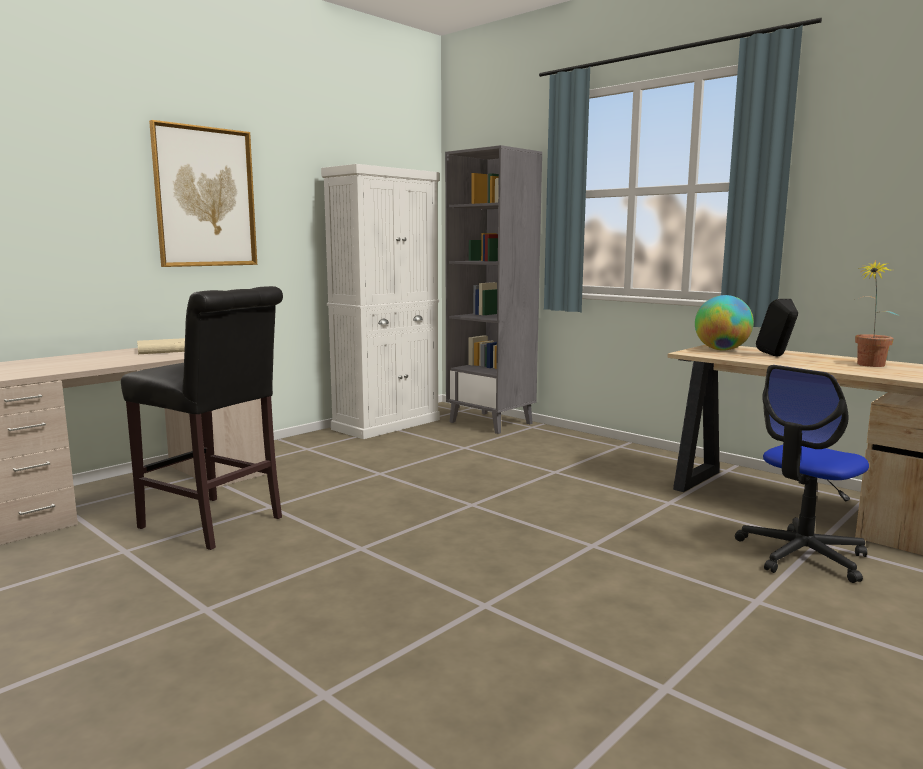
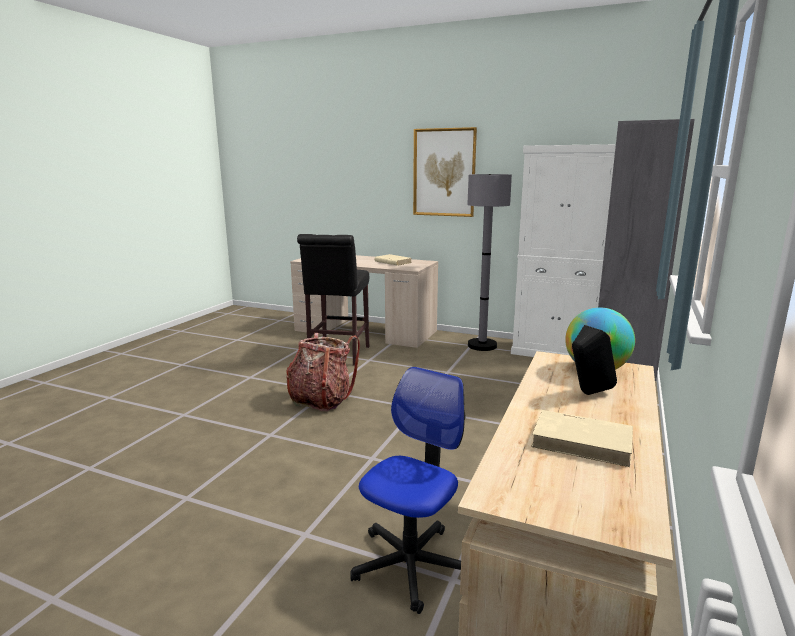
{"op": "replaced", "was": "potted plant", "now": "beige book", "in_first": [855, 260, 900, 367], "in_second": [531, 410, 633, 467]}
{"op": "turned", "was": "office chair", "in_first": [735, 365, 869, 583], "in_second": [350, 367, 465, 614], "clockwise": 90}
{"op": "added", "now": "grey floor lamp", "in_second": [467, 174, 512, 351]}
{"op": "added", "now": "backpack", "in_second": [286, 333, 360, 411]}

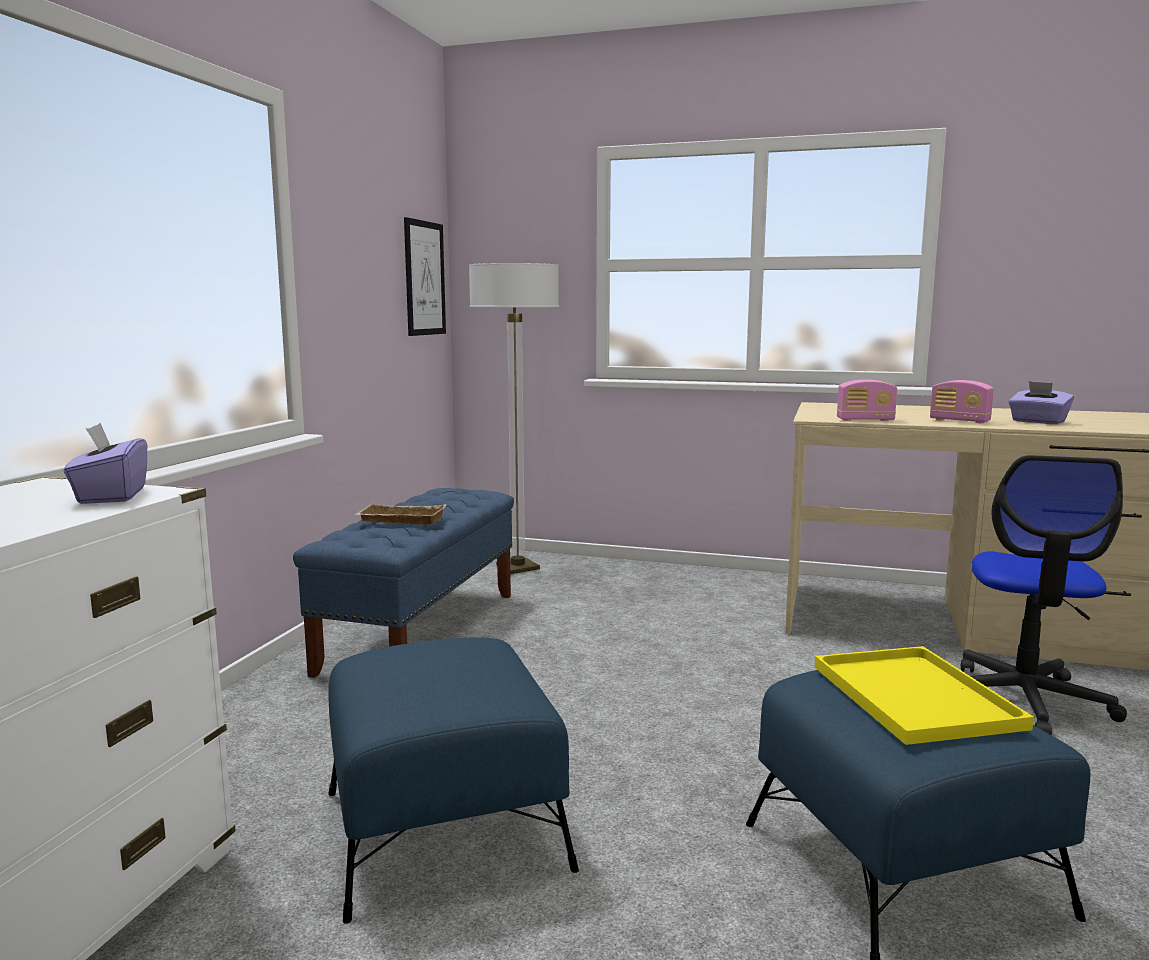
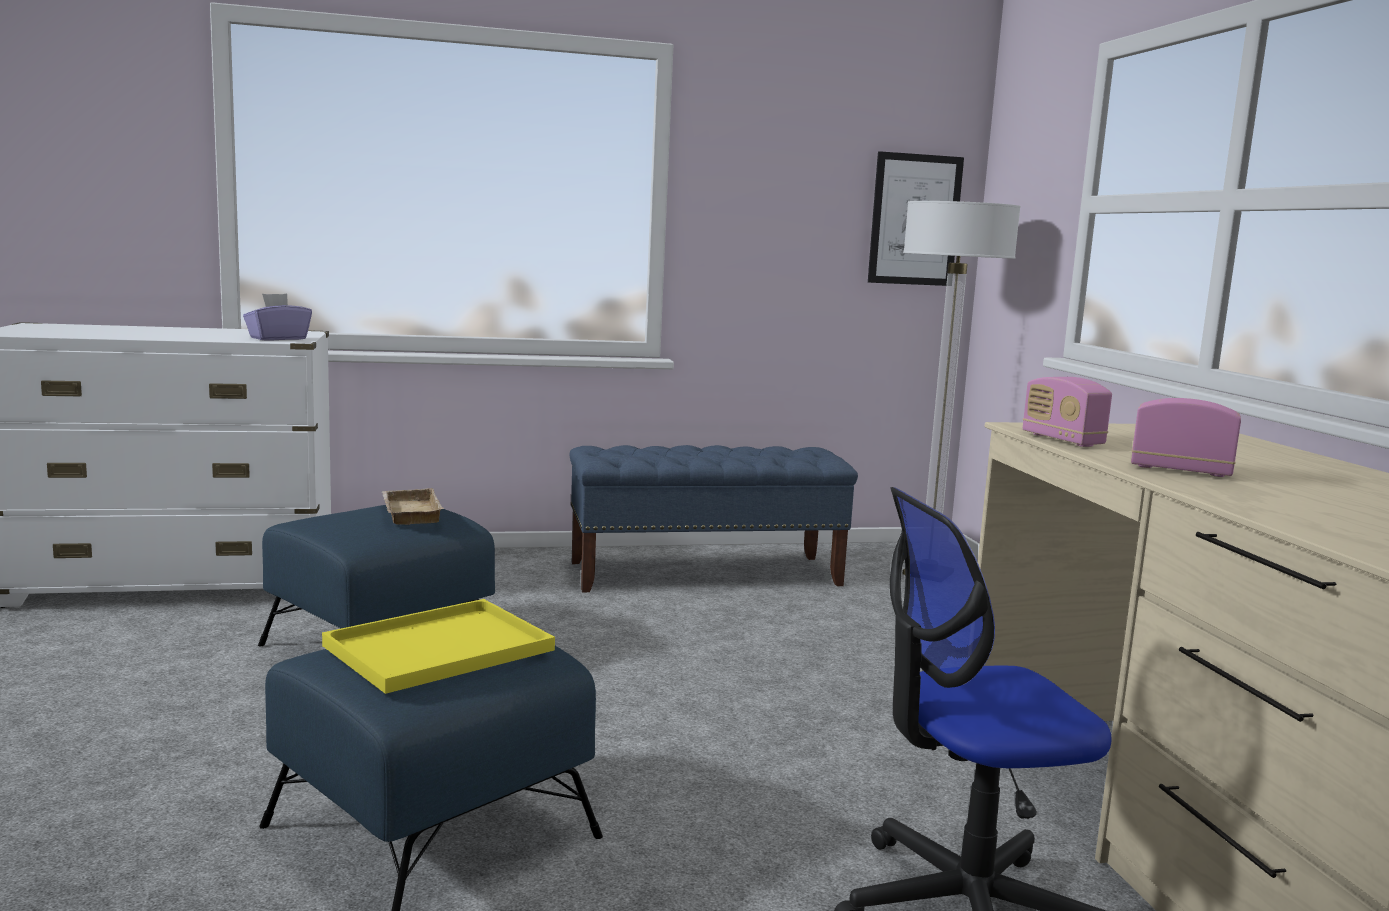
{"op": "turned", "was": "radio", "in_first": [930, 380, 994, 423], "in_second": [1131, 398, 1241, 477], "clockwise": 105}
{"op": "removed", "was": "purple tissue box", "in_first": [1009, 381, 1074, 424]}
{"op": "moved", "was": "beige tray", "in_first": [355, 504, 447, 525], "in_second": [382, 488, 444, 525]}

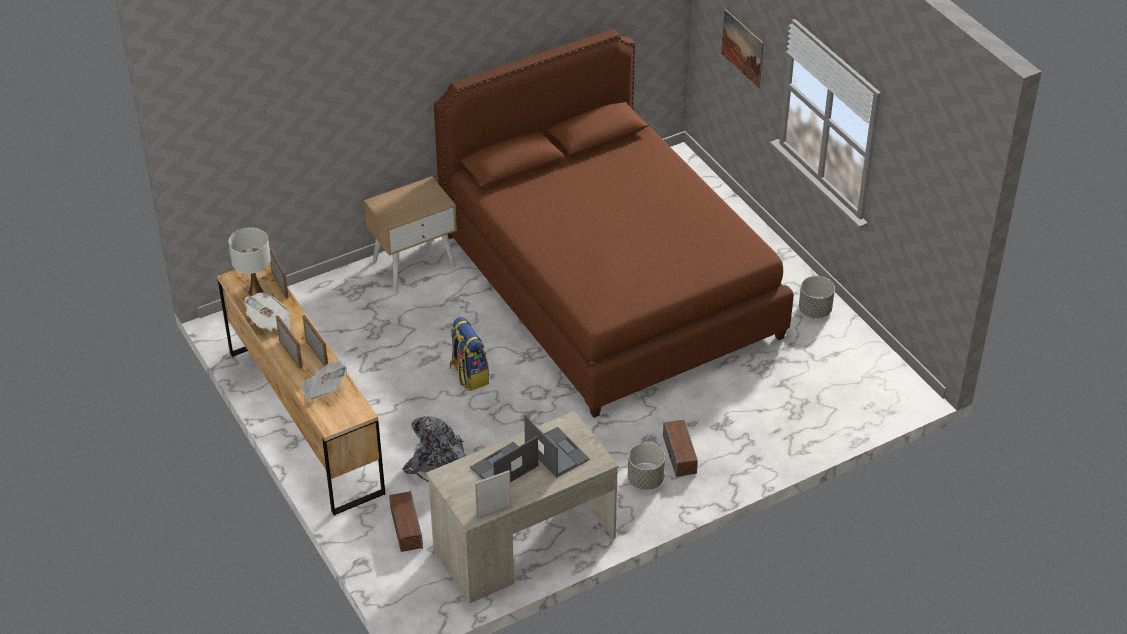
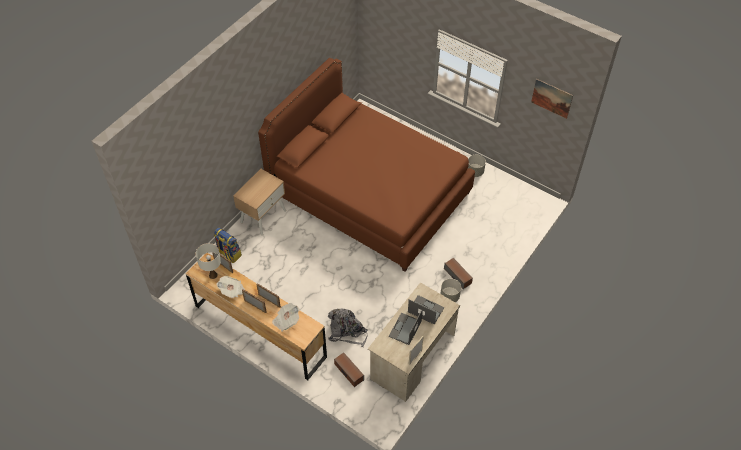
{"op": "moved", "was": "picture", "in_first": [721, 9, 764, 88], "in_second": [531, 79, 573, 119]}
{"op": "moved", "was": "backpack", "in_first": [450, 317, 489, 391], "in_second": [214, 227, 242, 263]}

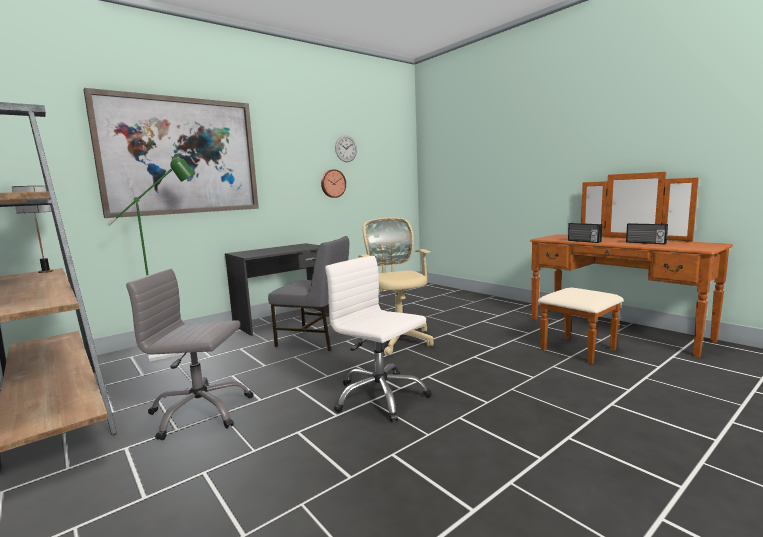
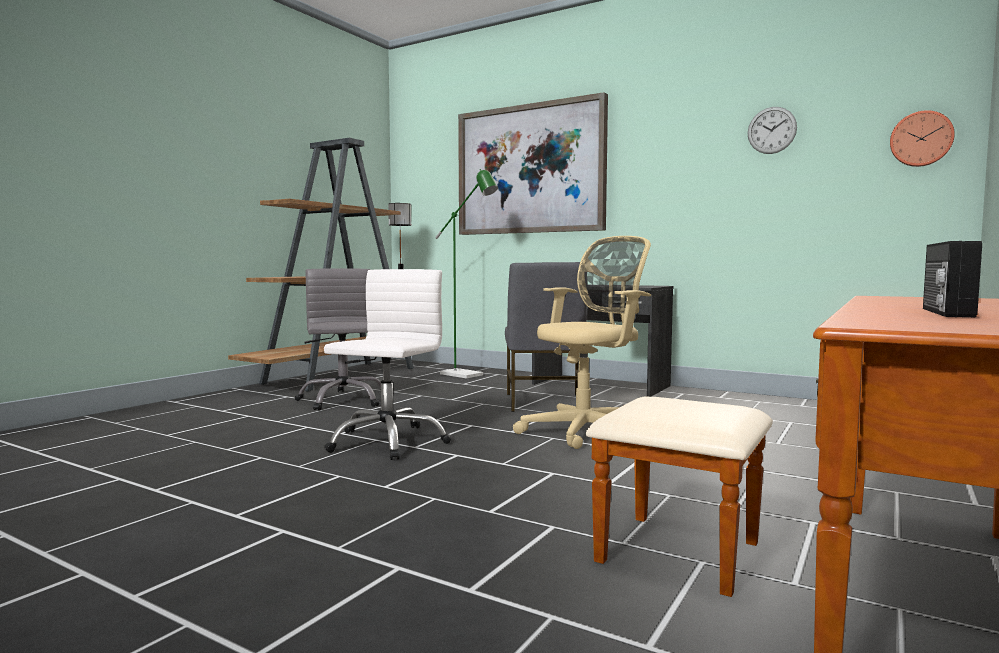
{"op": "moved", "was": "wall clock", "in_first": [321, 169, 346, 198], "in_second": [890, 110, 955, 167]}
{"op": "removed", "was": "radio", "in_first": [568, 223, 602, 243]}

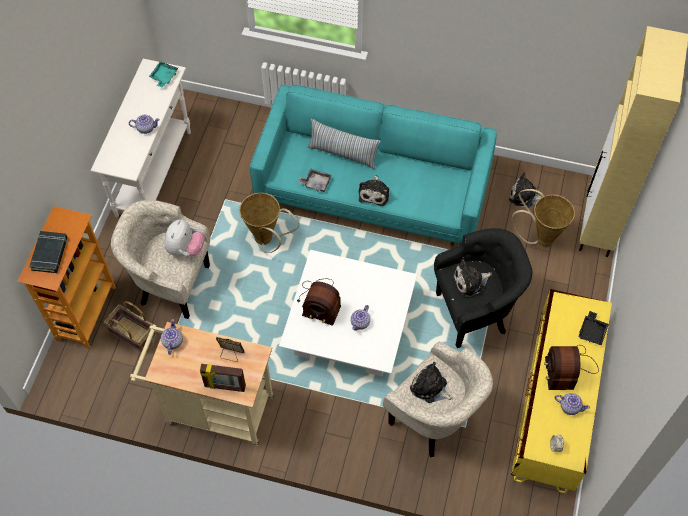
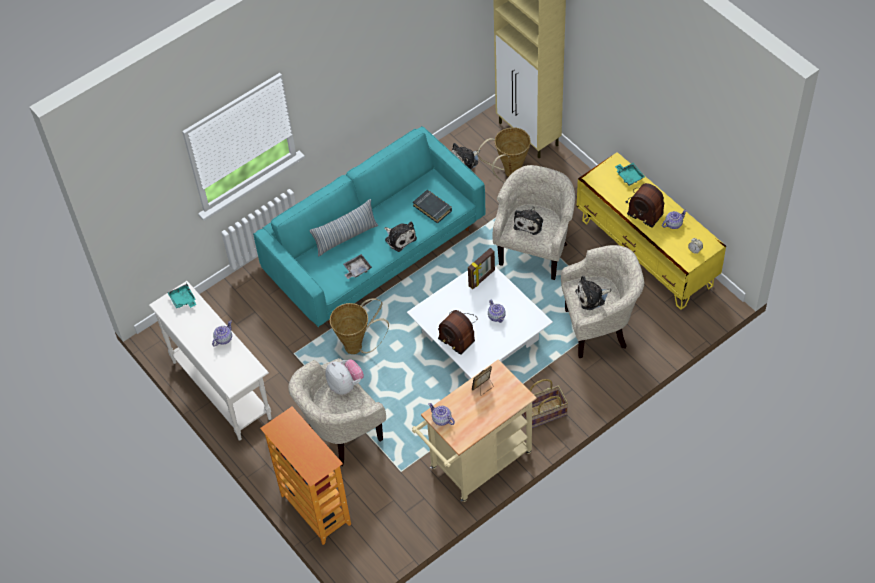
{"op": "recoloured", "was": "black armchair", "now": "beige armchair", "in_first": [434, 228, 532, 348], "in_second": [493, 165, 575, 280]}
{"op": "moved", "was": "black book", "in_first": [29, 231, 68, 273], "in_second": [413, 190, 452, 224]}
{"op": "turned", "was": "radio", "in_first": [297, 278, 341, 326], "in_second": [438, 310, 477, 355], "clockwise": 75}
{"op": "moved", "was": "basket", "in_first": [104, 301, 156, 352], "in_second": [523, 379, 568, 428]}
{"op": "recoloured", "was": "black tray", "now": "turquoise tray", "in_first": [579, 311, 609, 346], "in_second": [615, 163, 645, 186]}
{"op": "moved", "was": "picture frame", "in_first": [200, 364, 246, 392], "in_second": [468, 248, 495, 289]}

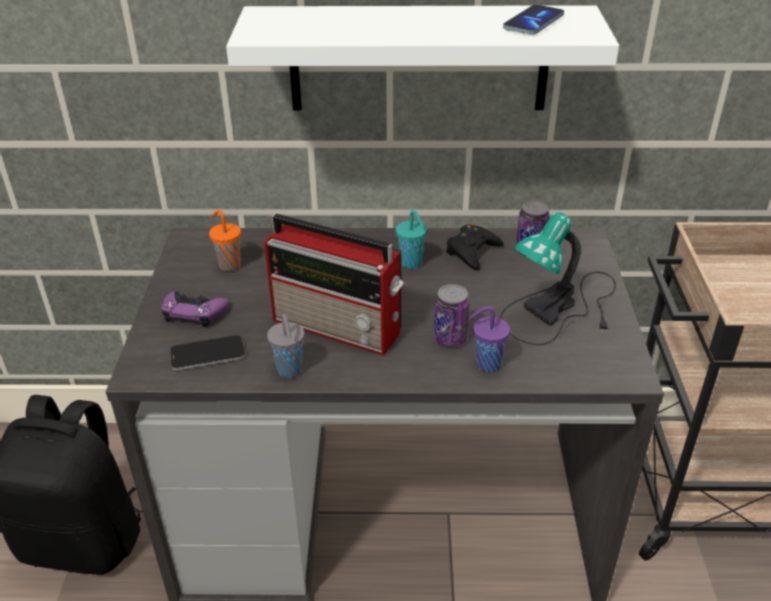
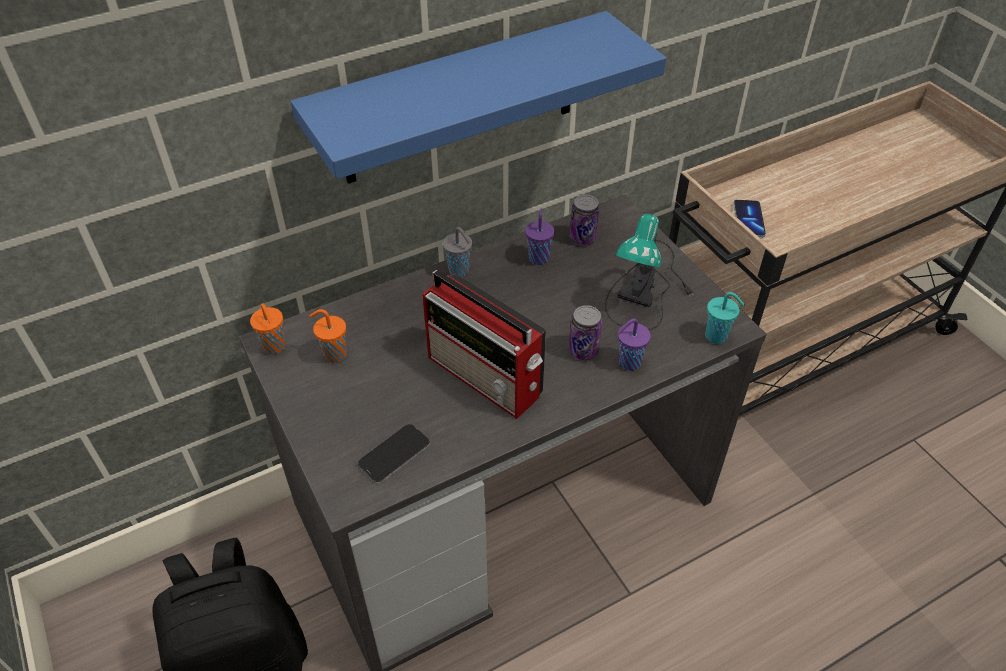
{"op": "recoloured", "was": "white shelf", "now": "blue shelf", "in_first": [226, 5, 619, 110], "in_second": [291, 11, 666, 184]}
{"op": "moved", "was": "phone", "in_first": [503, 5, 564, 35], "in_second": [733, 200, 766, 238]}
{"op": "moved", "was": "turquoise cup", "in_first": [396, 210, 427, 269], "in_second": [705, 292, 745, 344]}
{"op": "turned", "was": "radio", "in_first": [264, 214, 404, 356], "in_second": [423, 270, 546, 419], "clockwise": 45}
{"op": "replaced", "was": "black game controller", "now": "purple cup", "in_first": [446, 225, 504, 270], "in_second": [525, 210, 554, 265]}
{"op": "removed", "was": "purple game controller", "in_first": [161, 291, 229, 328]}
{"op": "moved", "was": "grey cup", "in_first": [267, 314, 304, 378], "in_second": [443, 227, 472, 277]}
{"op": "added", "now": "orange cup", "in_second": [250, 303, 285, 355]}

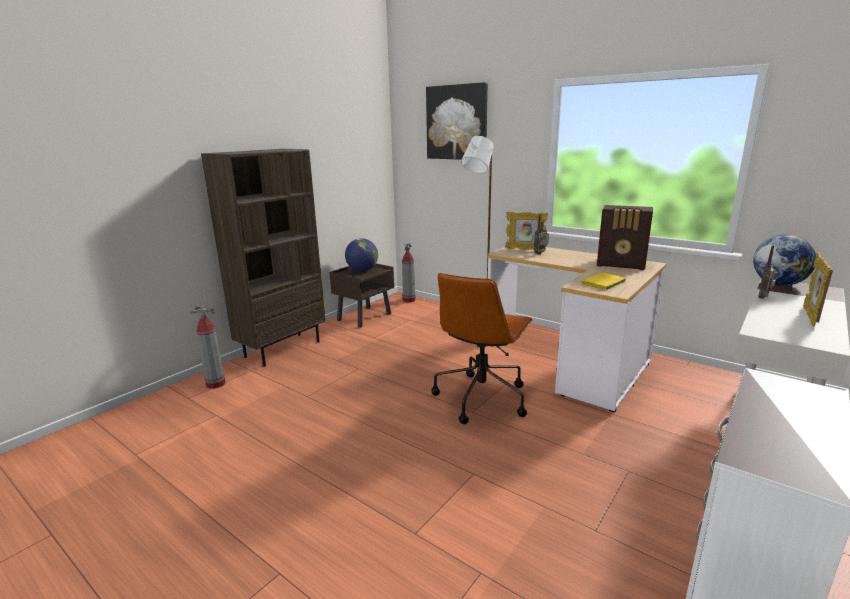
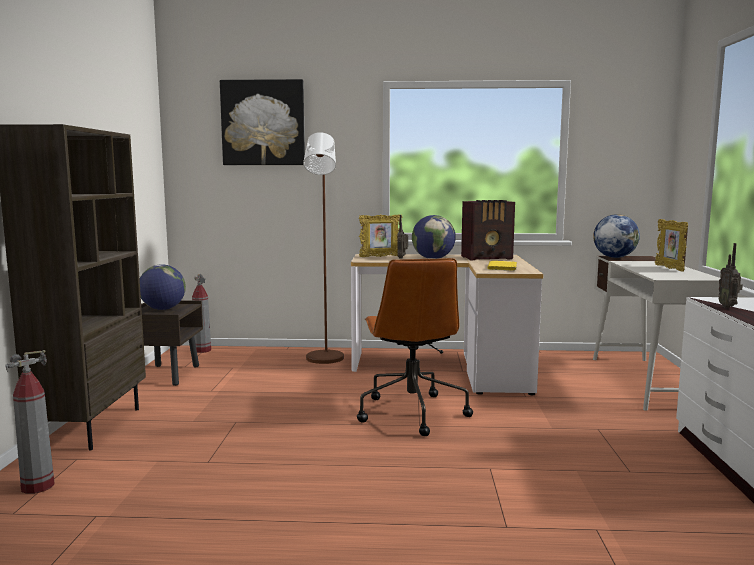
{"op": "moved", "was": "radio", "in_first": [758, 245, 777, 299], "in_second": [718, 243, 743, 308]}
{"op": "added", "now": "globe", "in_second": [412, 215, 456, 259]}

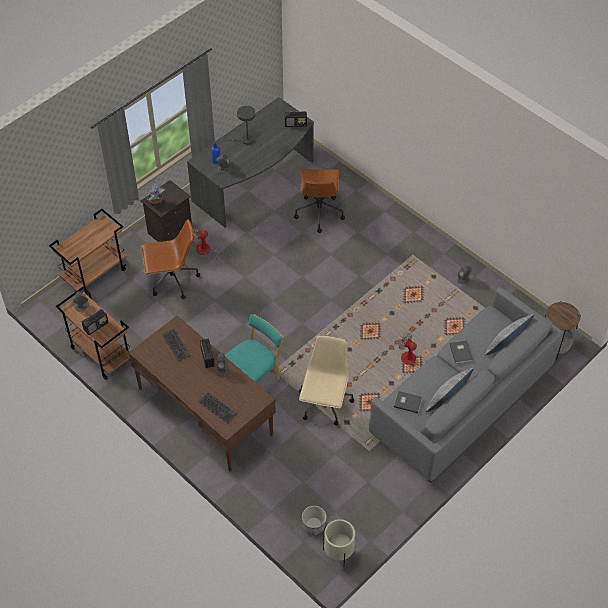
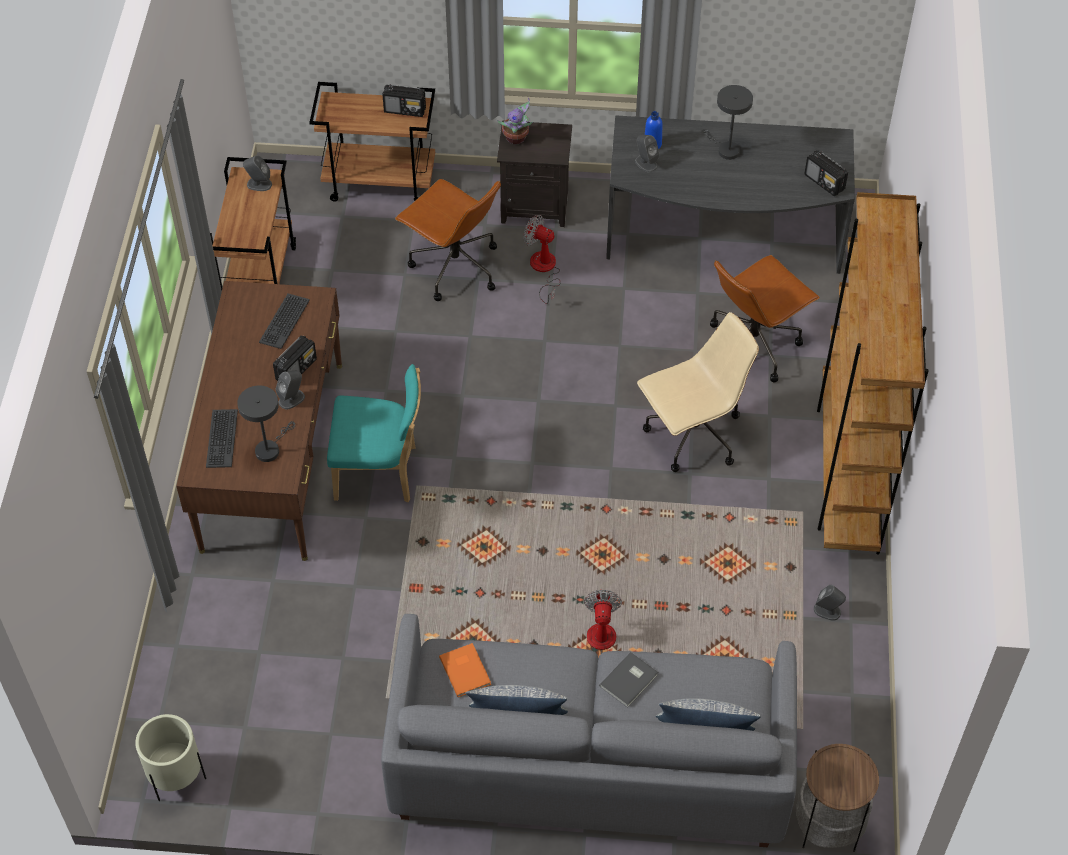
{"op": "moved", "was": "radio", "in_first": [82, 309, 108, 335], "in_second": [383, 84, 426, 117]}
{"op": "moved", "was": "beige office chair", "in_first": [299, 335, 354, 425], "in_second": [637, 312, 759, 472]}
{"op": "recoloured", "was": "grey book", "now": "orange book", "in_first": [394, 391, 422, 413], "in_second": [439, 643, 491, 697]}
{"op": "removed", "was": "planter", "in_first": [302, 506, 327, 535]}
{"op": "added", "now": "brown bookcase", "in_second": [817, 192, 929, 555]}
{"op": "added", "now": "grey table lamp", "in_second": [237, 385, 295, 462]}

